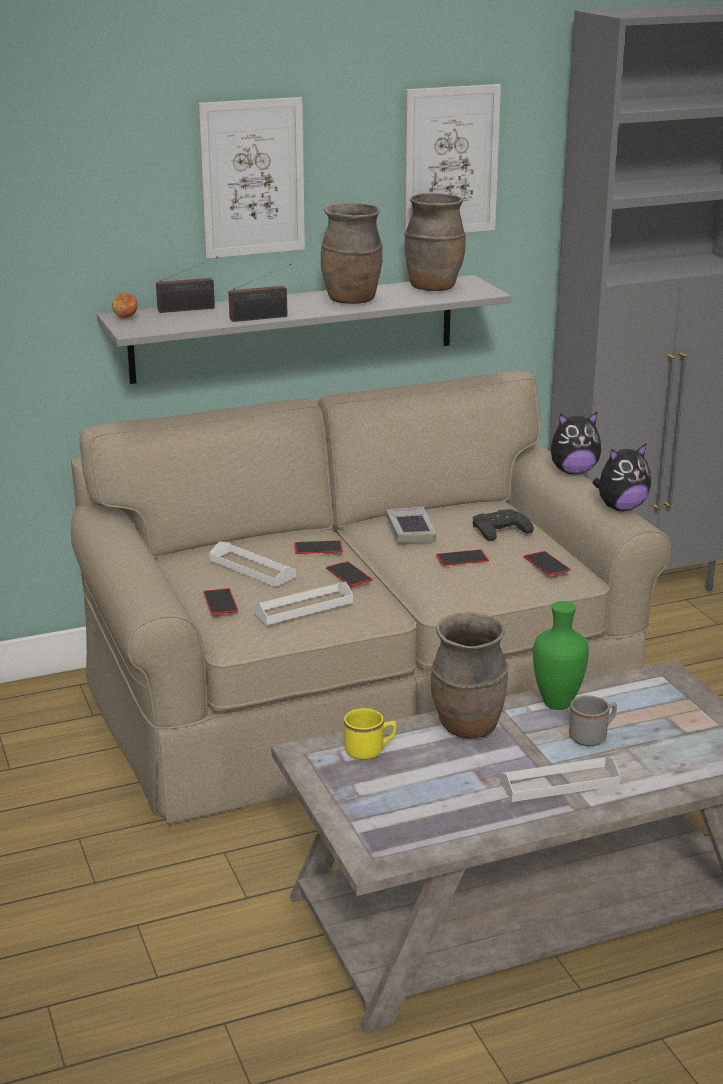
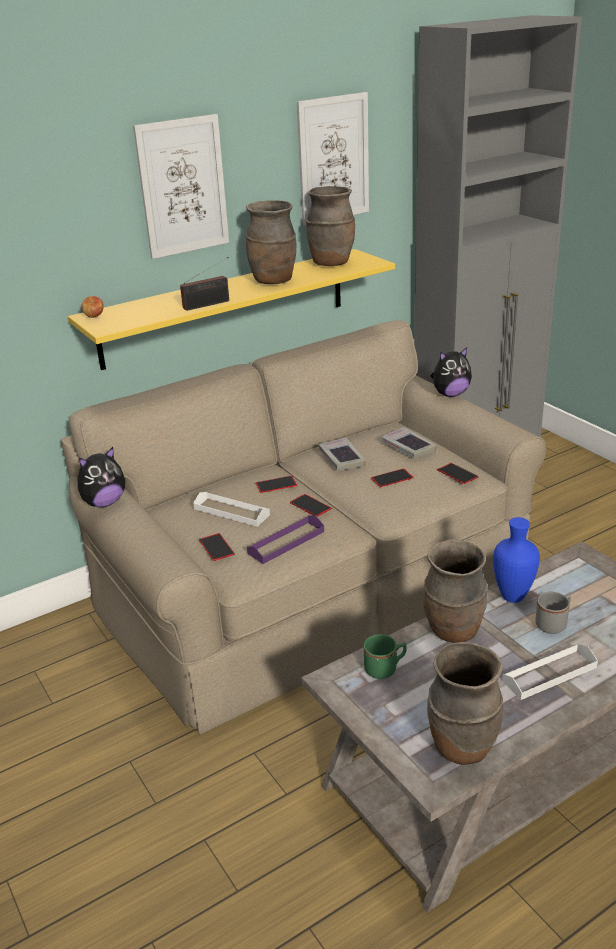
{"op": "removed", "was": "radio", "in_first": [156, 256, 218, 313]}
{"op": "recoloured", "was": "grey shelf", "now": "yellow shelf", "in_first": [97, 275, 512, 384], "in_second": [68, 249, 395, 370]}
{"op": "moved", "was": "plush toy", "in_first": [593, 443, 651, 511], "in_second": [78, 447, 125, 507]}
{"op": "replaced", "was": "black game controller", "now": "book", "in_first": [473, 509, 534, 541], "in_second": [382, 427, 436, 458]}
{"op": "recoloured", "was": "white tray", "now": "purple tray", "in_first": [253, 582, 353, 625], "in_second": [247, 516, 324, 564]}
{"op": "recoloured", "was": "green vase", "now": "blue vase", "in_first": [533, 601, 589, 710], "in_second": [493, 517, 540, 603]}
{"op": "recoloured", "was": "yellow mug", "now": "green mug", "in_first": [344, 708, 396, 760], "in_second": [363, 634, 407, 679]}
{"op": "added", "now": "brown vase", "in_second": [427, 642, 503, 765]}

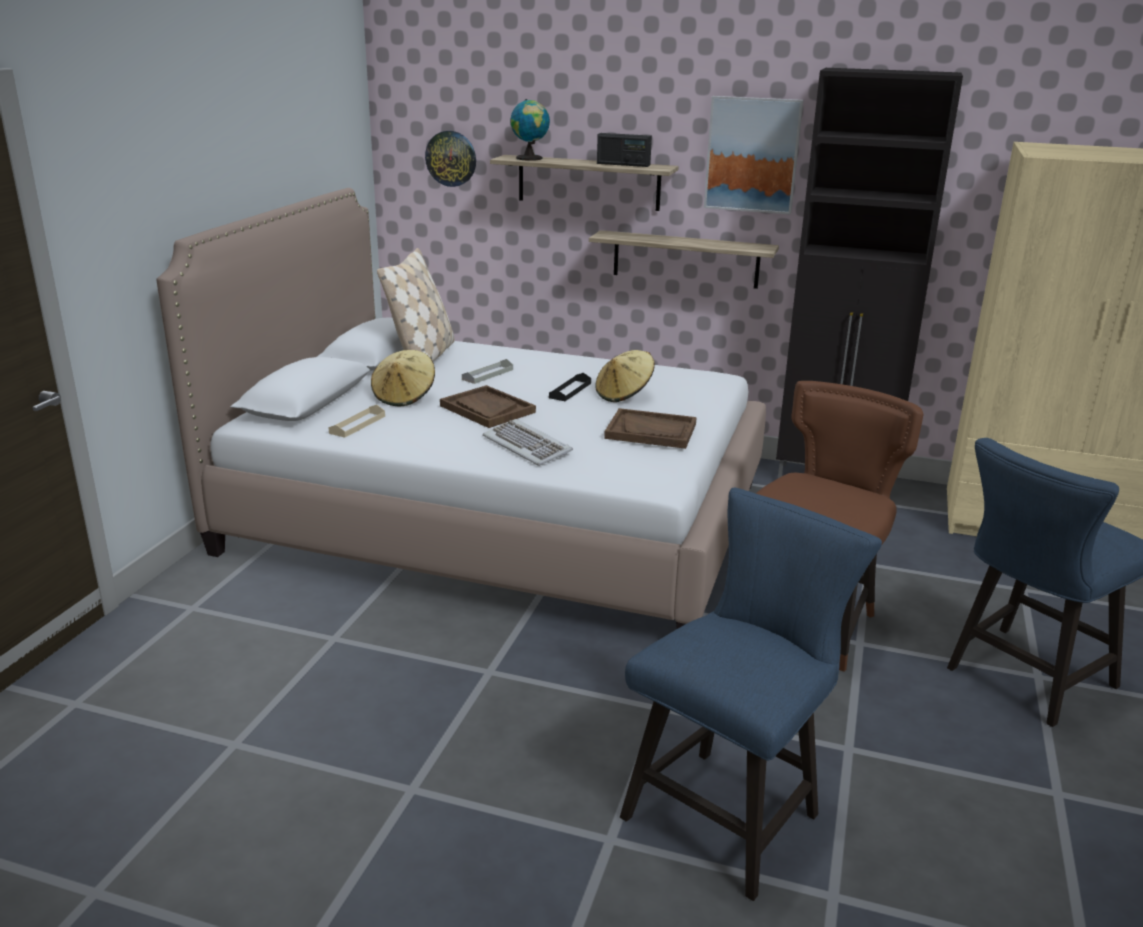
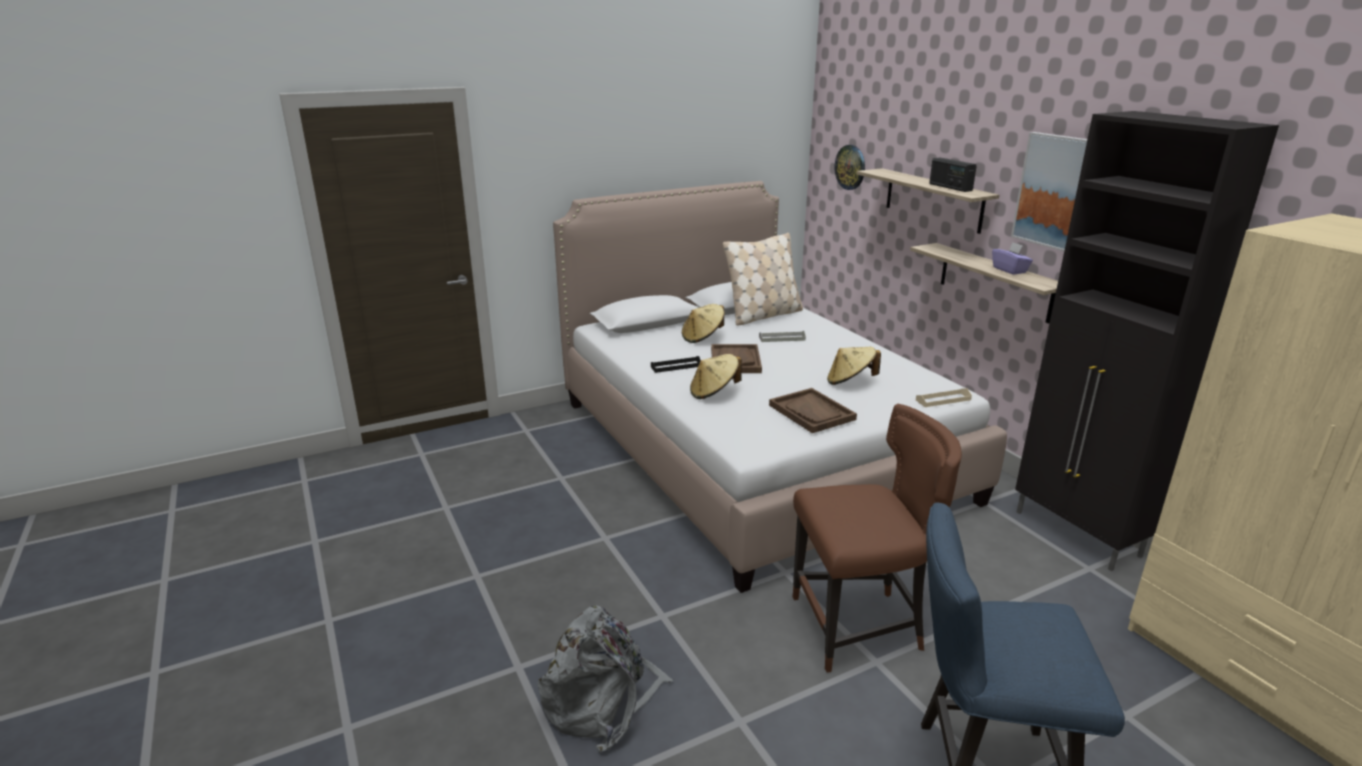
{"op": "removed", "was": "globe", "in_first": [510, 99, 550, 161]}
{"op": "moved", "was": "black tray", "in_first": [549, 373, 591, 401], "in_second": [651, 356, 701, 373]}
{"op": "moved", "was": "beige tray", "in_first": [328, 405, 385, 438], "in_second": [916, 388, 972, 407]}
{"op": "replaced", "was": "keyboard", "now": "beige hat", "in_first": [483, 419, 573, 466], "in_second": [690, 354, 742, 399]}
{"op": "replaced", "was": "blue chair", "now": "grey backpack", "in_first": [620, 488, 882, 901], "in_second": [538, 606, 673, 752]}
{"op": "added", "now": "purple tissue box", "in_second": [992, 242, 1033, 275]}

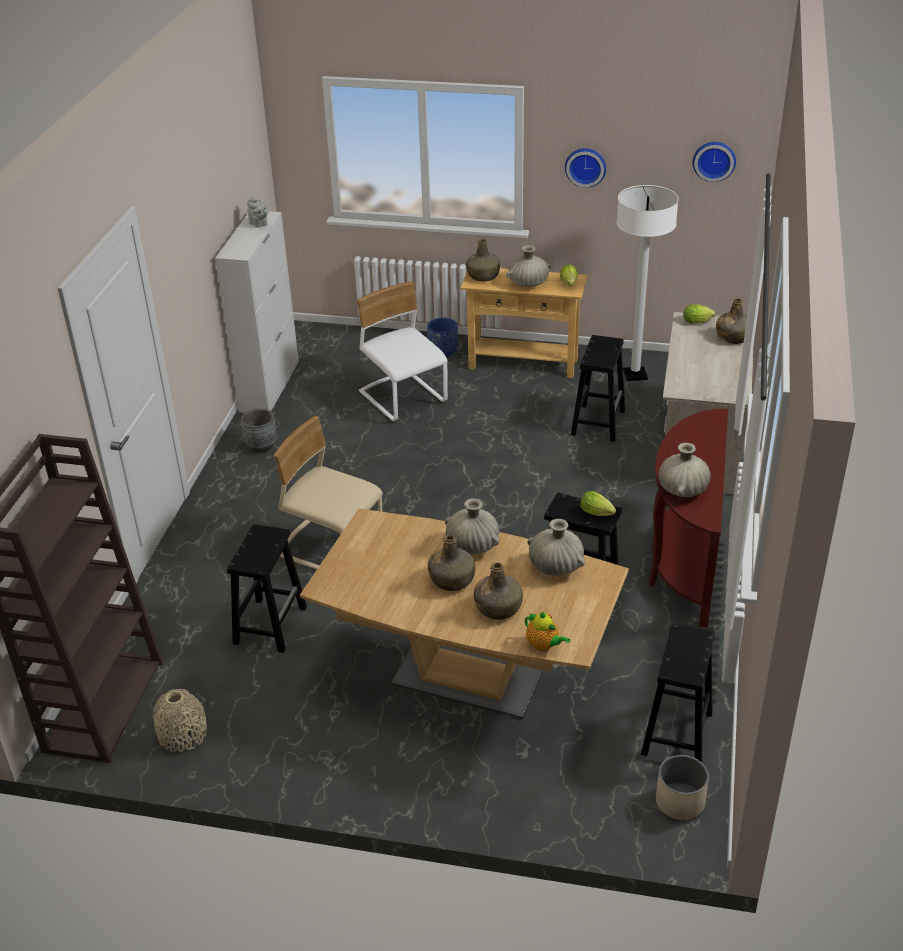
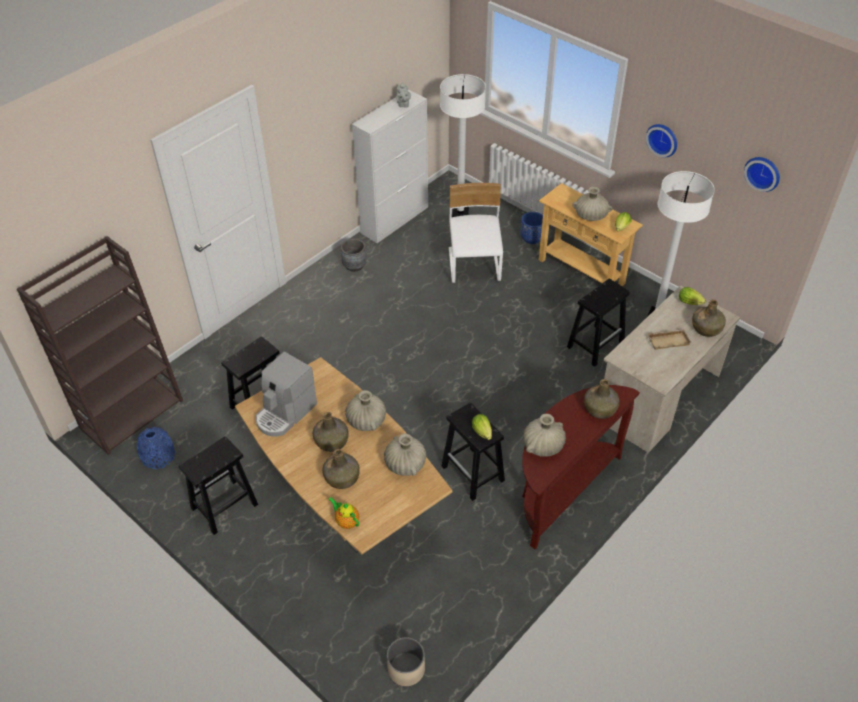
{"op": "moved", "was": "green bottle", "in_first": [466, 239, 500, 282], "in_second": [584, 379, 619, 419]}
{"op": "removed", "was": "beige chair", "in_first": [274, 416, 383, 570]}
{"op": "turned", "was": "teapot", "in_first": [525, 612, 570, 651], "in_second": [328, 497, 359, 529], "clockwise": 150}
{"op": "moved", "was": "black stool", "in_first": [641, 624, 715, 763], "in_second": [179, 436, 258, 535]}
{"op": "recoloured", "was": "beige vase", "now": "blue vase", "in_first": [152, 689, 207, 753], "in_second": [137, 427, 175, 469]}
{"op": "added", "now": "white floor lamp", "in_second": [440, 74, 486, 217]}
{"op": "added", "now": "beige tray", "in_second": [647, 329, 692, 350]}
{"op": "added", "now": "coffee machine", "in_second": [256, 352, 317, 436]}

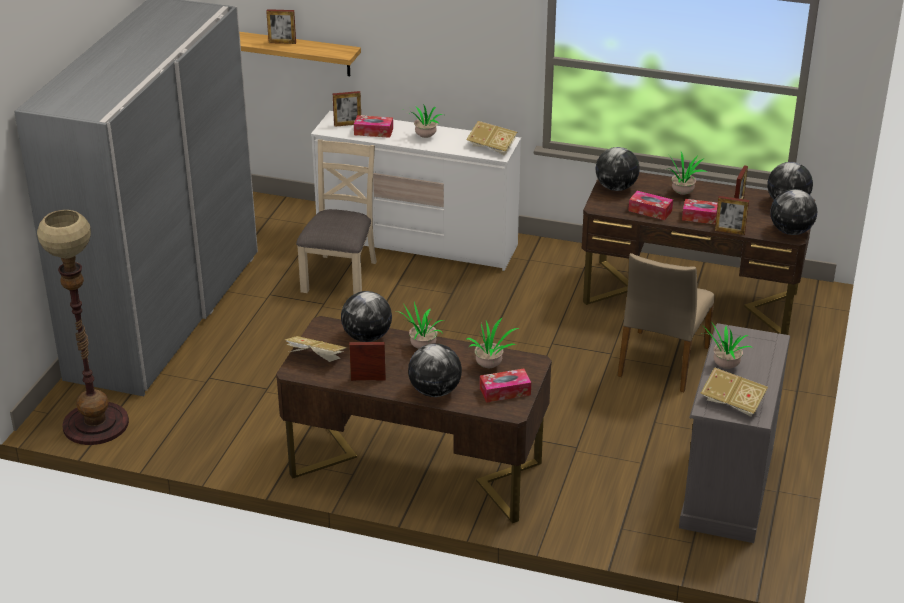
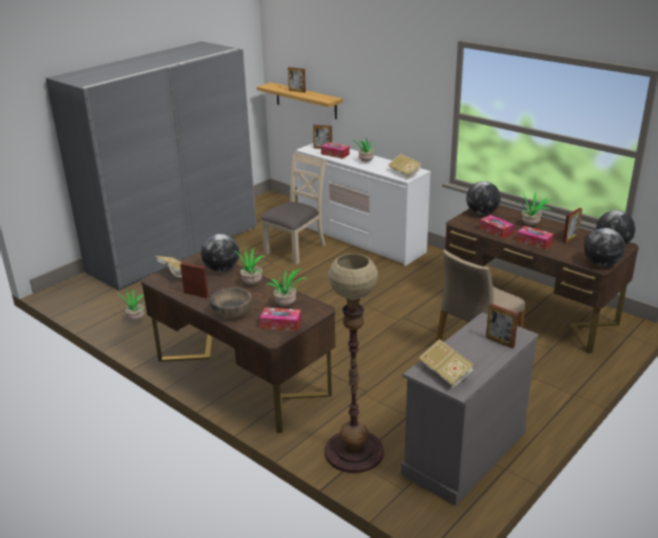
{"op": "moved", "was": "picture frame", "in_first": [715, 196, 749, 235], "in_second": [486, 304, 519, 349]}
{"op": "moved", "was": "floor lamp", "in_first": [37, 210, 129, 445], "in_second": [325, 254, 384, 473]}
{"op": "moved", "was": "potted plant", "in_first": [701, 321, 753, 369], "in_second": [116, 289, 144, 320]}
{"op": "replaced", "was": "globe", "now": "brown bowl", "in_first": [408, 343, 462, 397], "in_second": [210, 287, 252, 321]}

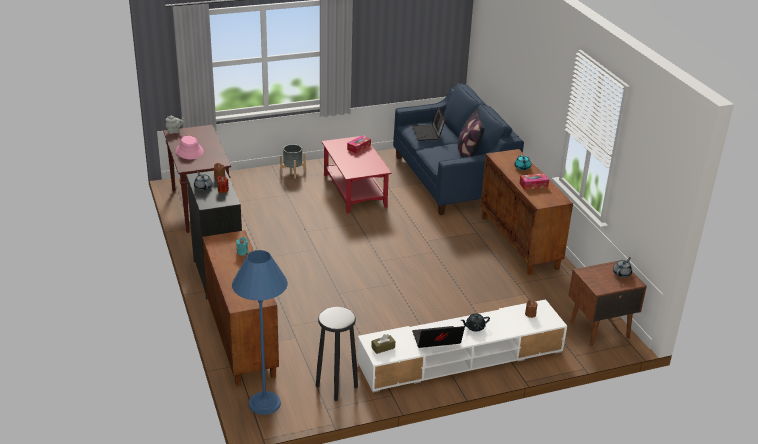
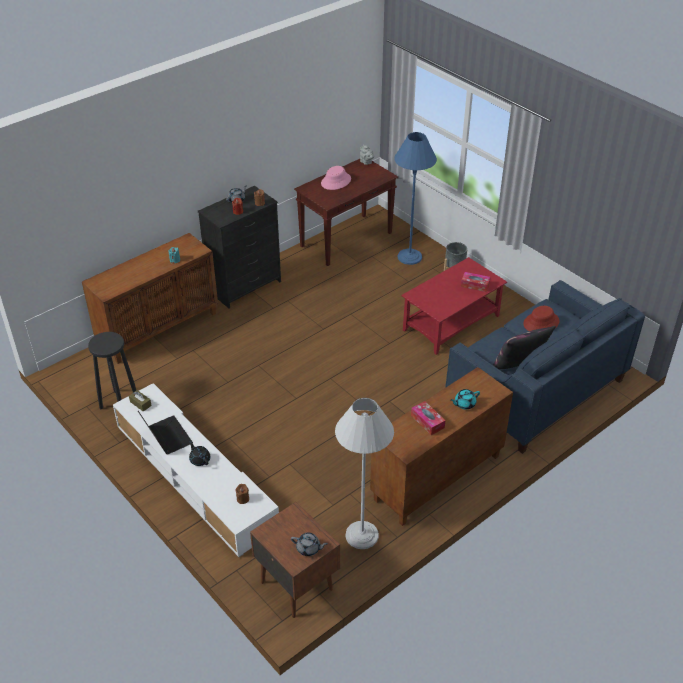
{"op": "replaced", "was": "laptop", "now": "red hat", "in_first": [412, 107, 445, 141], "in_second": [523, 306, 560, 331]}
{"op": "moved", "was": "blue floor lamp", "in_first": [232, 250, 288, 415], "in_second": [394, 132, 437, 265]}
{"op": "added", "now": "white floor lamp", "in_second": [335, 398, 394, 549]}

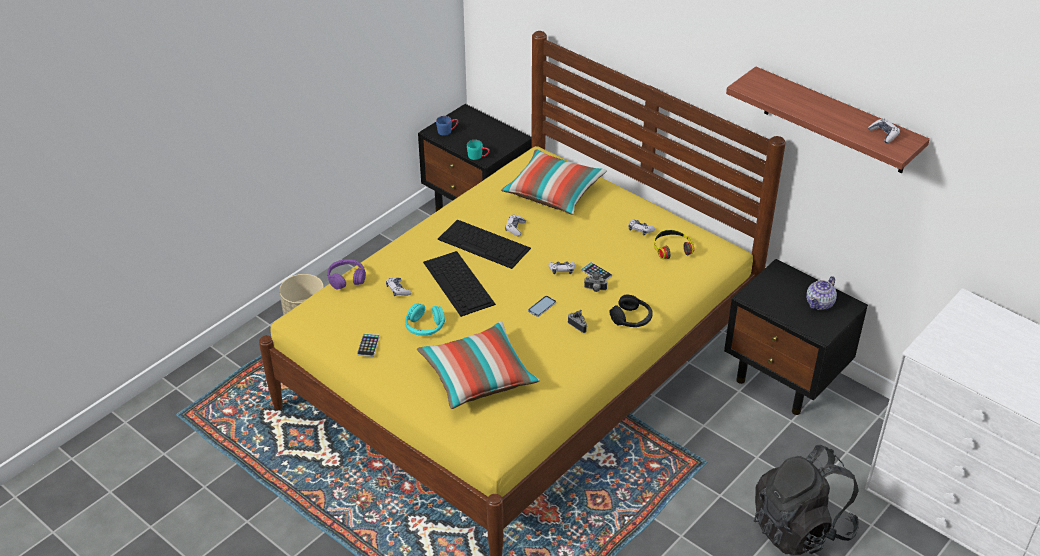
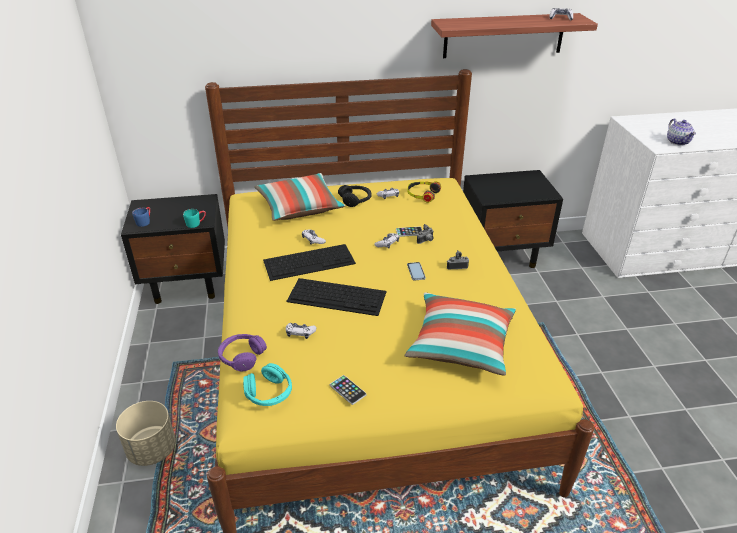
{"op": "moved", "was": "teapot", "in_first": [806, 276, 837, 310], "in_second": [667, 118, 696, 146]}
{"op": "moved", "was": "black headphones", "in_first": [609, 295, 653, 327], "in_second": [338, 185, 372, 207]}
{"op": "moved", "was": "turquoise headphones", "in_first": [405, 303, 445, 336], "in_second": [243, 363, 292, 406]}
{"op": "removed", "was": "black backpack", "in_first": [754, 445, 859, 555]}

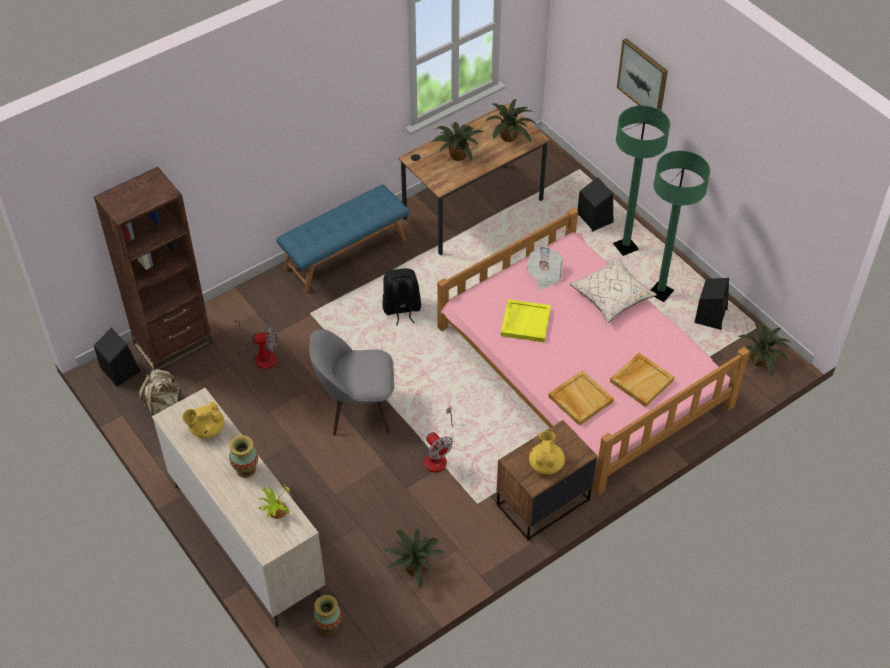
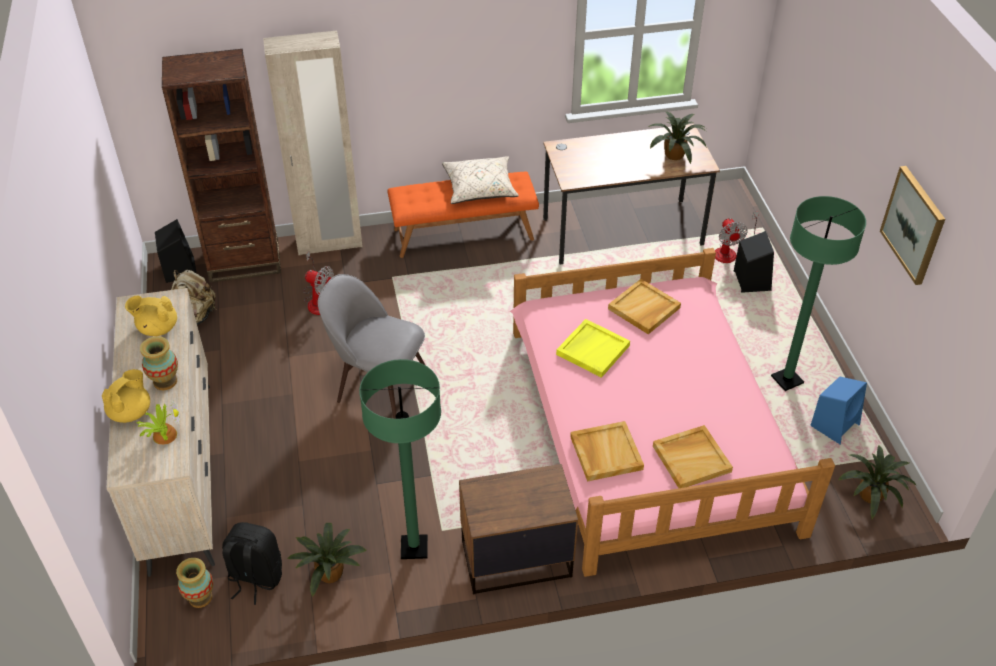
{"op": "moved", "was": "picture", "in_first": [617, 38, 668, 111], "in_second": [880, 166, 945, 285]}
{"op": "moved", "was": "green floor lamp", "in_first": [613, 105, 670, 256], "in_second": [359, 359, 441, 559]}
{"op": "removed", "was": "potted plant", "in_first": [431, 122, 483, 162]}
{"op": "recoloured", "was": "blue bench", "now": "orange bench", "in_first": [276, 184, 409, 294], "in_second": [388, 171, 539, 258]}
{"op": "replaced", "was": "newspaper", "now": "beige tray", "in_first": [527, 246, 563, 289], "in_second": [608, 279, 681, 334]}
{"op": "moved", "was": "beige pillow", "in_first": [570, 258, 657, 323], "in_second": [442, 156, 519, 204]}
{"op": "moved", "was": "black backpack", "in_first": [382, 268, 421, 326], "in_second": [222, 522, 282, 605]}
{"op": "recoloured", "was": "black speaker", "now": "blue speaker", "in_first": [694, 278, 729, 330], "in_second": [810, 376, 867, 444]}
{"op": "moved", "was": "fan", "in_first": [424, 407, 454, 472], "in_second": [715, 212, 759, 263]}
{"op": "moved", "was": "yellow teapot", "in_first": [529, 431, 565, 475], "in_second": [102, 369, 150, 423]}
{"op": "added", "now": "beige wardrobe", "in_second": [263, 31, 363, 255]}

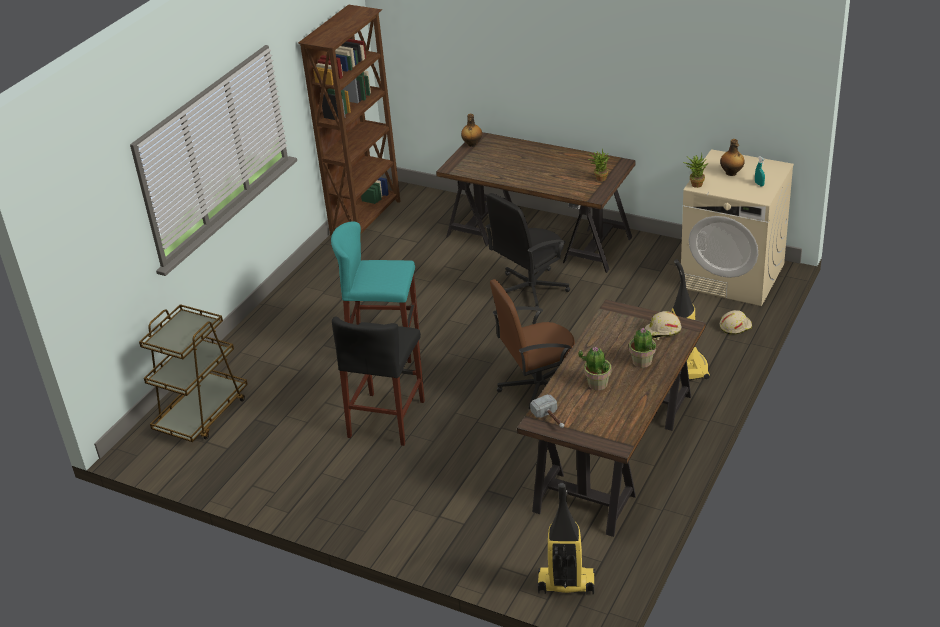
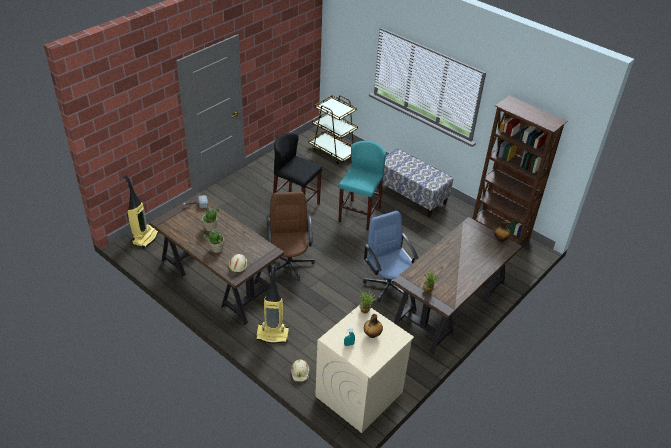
{"op": "recoloured", "was": "black office chair", "now": "blue office chair", "in_first": [485, 193, 570, 308], "in_second": [363, 211, 418, 302]}
{"op": "added", "now": "bench", "in_second": [377, 149, 453, 217]}

